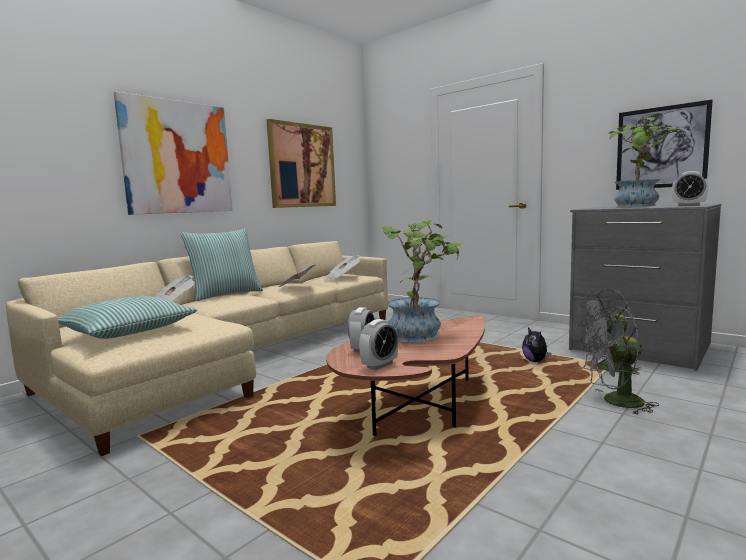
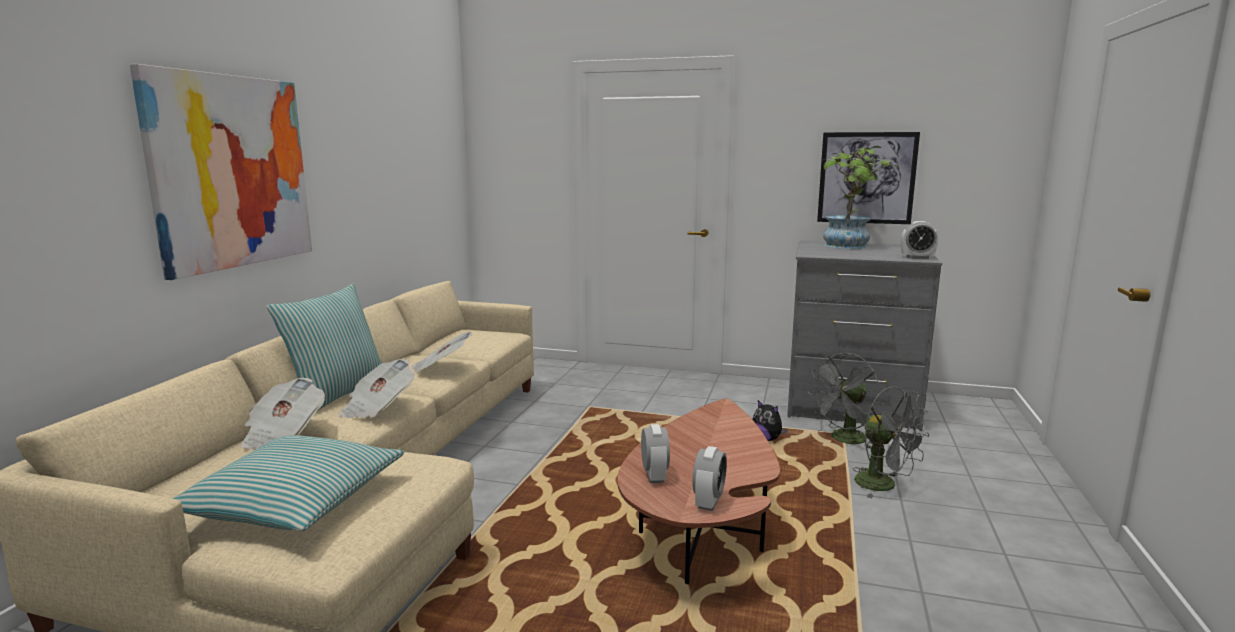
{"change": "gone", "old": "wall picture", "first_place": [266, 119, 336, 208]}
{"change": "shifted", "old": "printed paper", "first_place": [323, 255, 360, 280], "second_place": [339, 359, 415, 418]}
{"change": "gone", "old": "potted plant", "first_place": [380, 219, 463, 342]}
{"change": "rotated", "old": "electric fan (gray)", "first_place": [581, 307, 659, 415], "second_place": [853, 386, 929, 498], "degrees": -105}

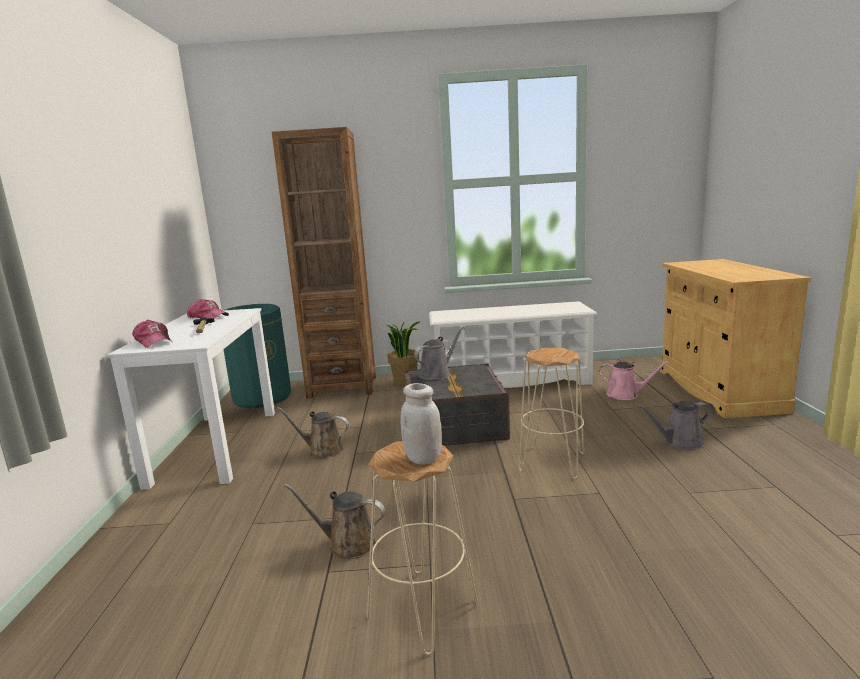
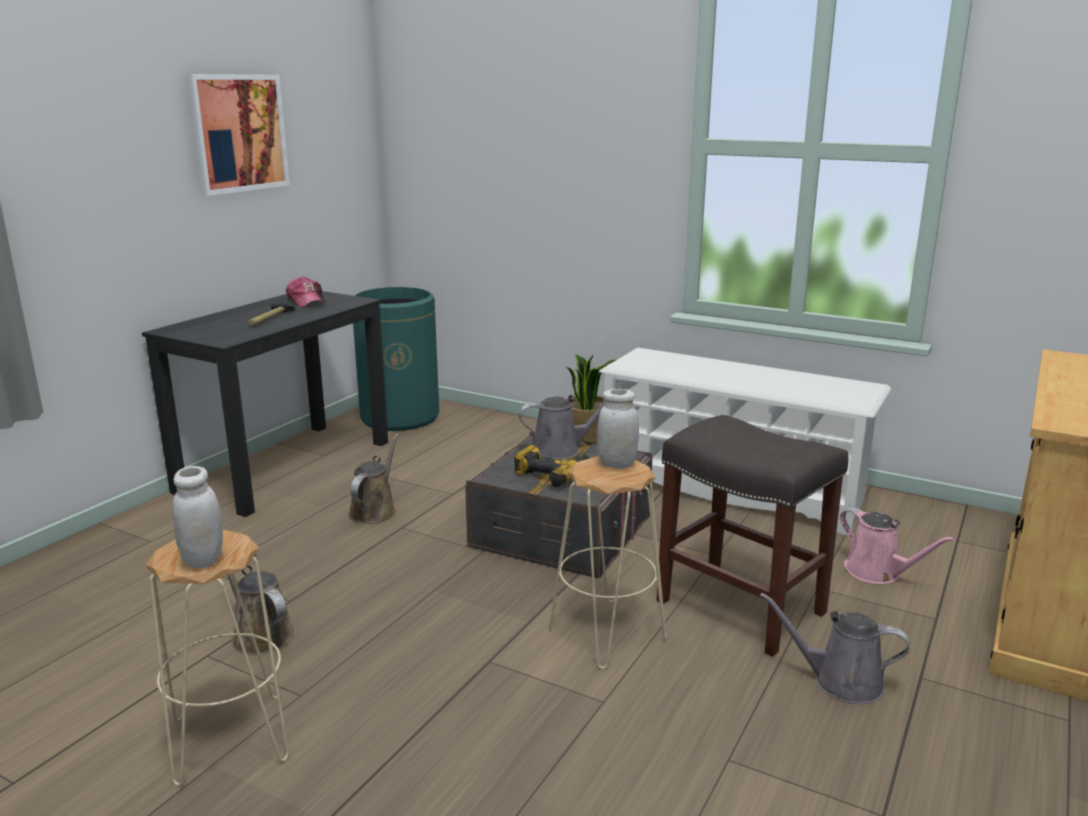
{"change": "repainted", "old": "desk (whitish)", "new": "desk (blackish)", "first_place": [107, 308, 275, 490], "second_place": [142, 291, 388, 517]}
{"change": "gone", "old": "peaked cap", "first_place": [132, 320, 172, 348]}
{"change": "gone", "old": "bookcase (brown-coloured)", "first_place": [272, 127, 376, 399]}
{"change": "rotated", "old": "watering can (brown-coloured)", "first_place": [277, 407, 349, 458], "second_place": [348, 433, 399, 524], "degrees": 60}
{"change": "new", "new": "wall picture", "second_place": [186, 74, 290, 196]}
{"change": "new", "new": "drill", "second_place": [514, 445, 590, 487]}
{"change": "new", "new": "preserve jar (whitish)", "second_place": [597, 389, 639, 469]}
{"change": "new", "new": "stool (gray)", "second_place": [656, 415, 848, 657]}

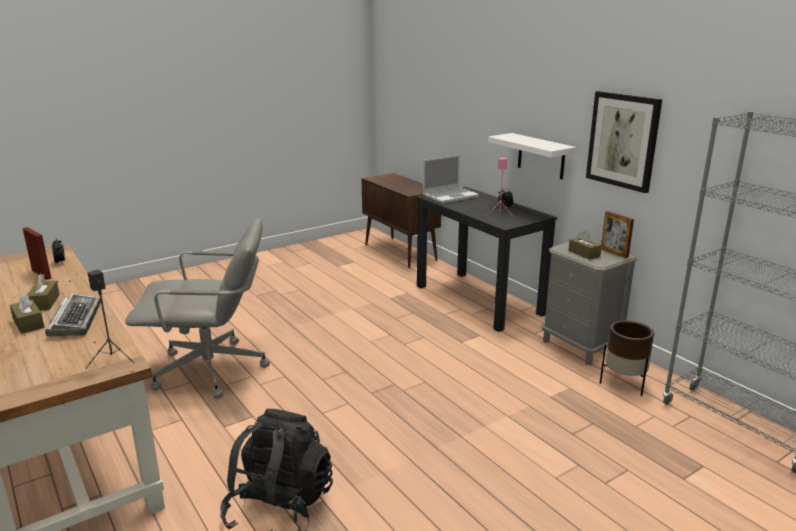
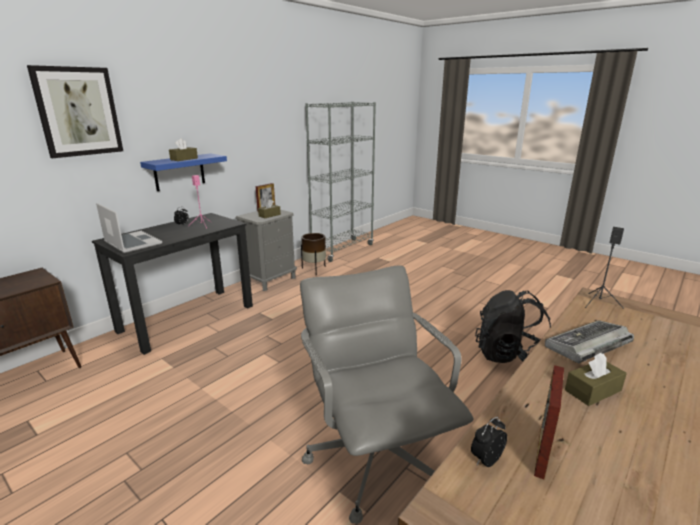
{"change": "shifted", "old": "box of tissues (brown-coloured)", "first_place": [10, 293, 45, 334], "second_place": [169, 138, 198, 161]}
{"change": "repainted", "old": "wall shelf (whitish)", "new": "wall shelf (bluish)", "first_place": [488, 133, 576, 179], "second_place": [140, 154, 227, 191]}
{"change": "shifted", "old": "wall picture", "first_place": [586, 91, 662, 193], "second_place": [27, 65, 123, 158]}

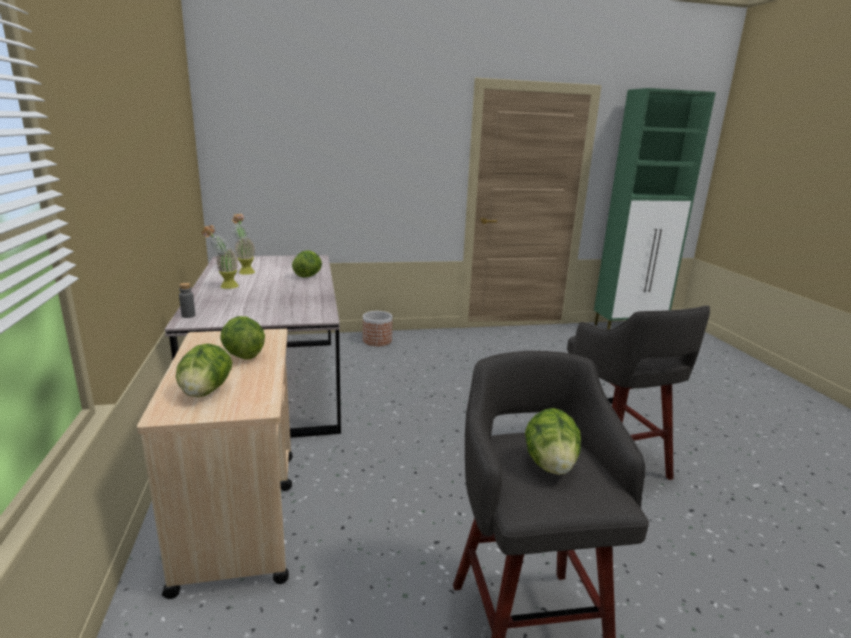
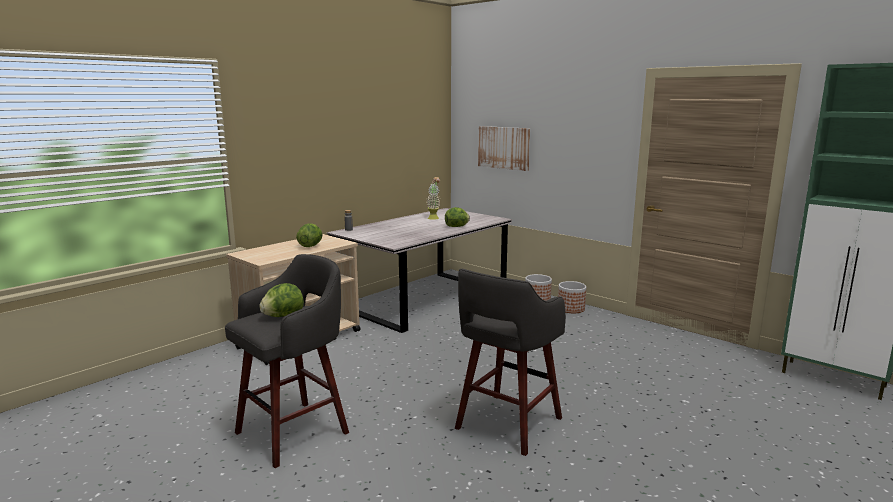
{"change": "gone", "old": "lettuce head", "first_place": [176, 343, 232, 397]}
{"change": "gone", "old": "potted plant", "first_place": [202, 225, 239, 289]}
{"change": "new", "new": "wall picture", "second_place": [478, 126, 530, 171]}
{"change": "new", "new": "flower pot", "second_place": [558, 281, 586, 313]}

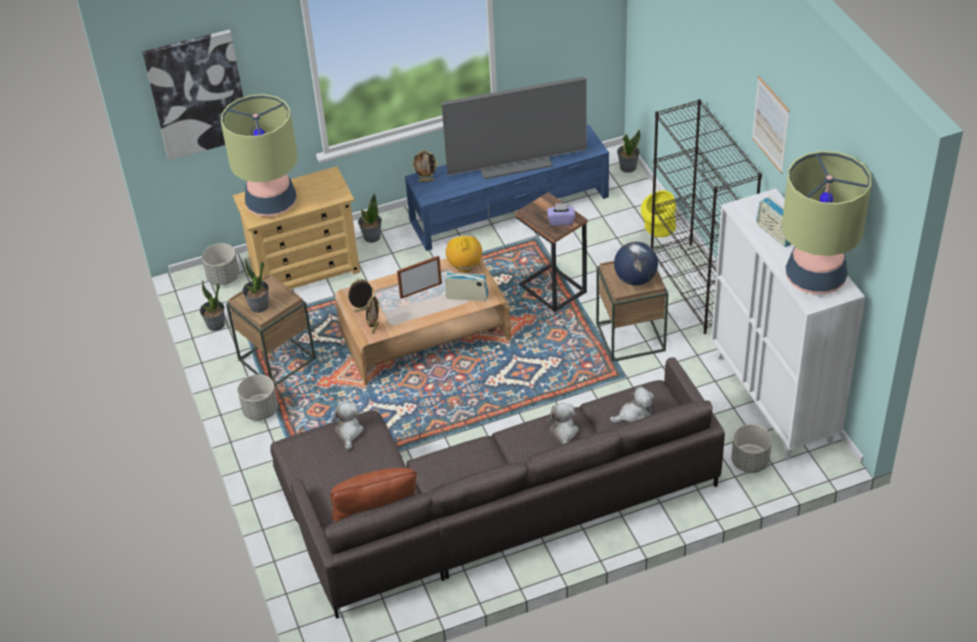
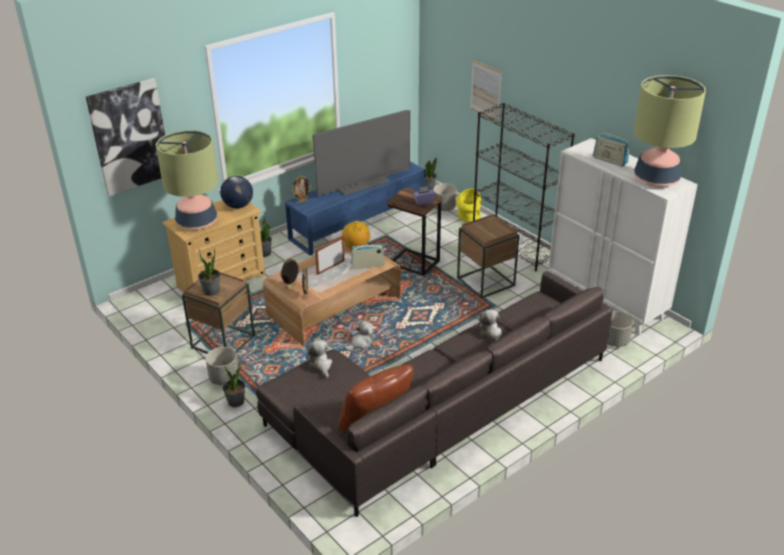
{"change": "shifted", "old": "potted plant", "first_place": [200, 281, 225, 331], "second_place": [223, 360, 245, 407]}
{"change": "shifted", "old": "flower pot (gray)", "first_place": [202, 243, 239, 285], "second_place": [433, 184, 457, 211]}
{"change": "shifted", "old": "cuddly toy", "first_place": [610, 386, 654, 423], "second_place": [345, 320, 374, 351]}
{"change": "shifted", "old": "world globe", "first_place": [614, 242, 658, 286], "second_place": [220, 176, 253, 208]}
{"change": "shifted", "old": "wall picture", "first_place": [752, 75, 790, 174], "second_place": [470, 60, 502, 121]}

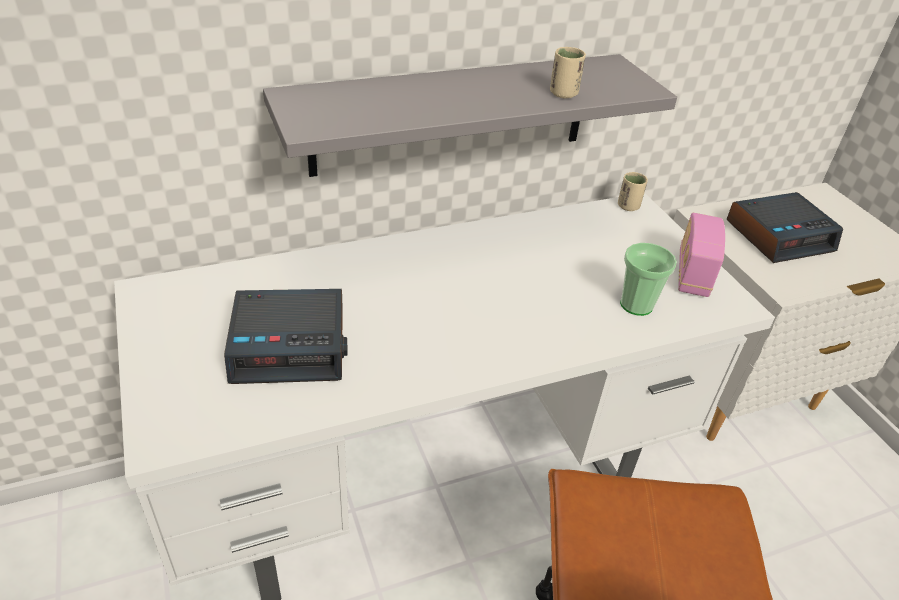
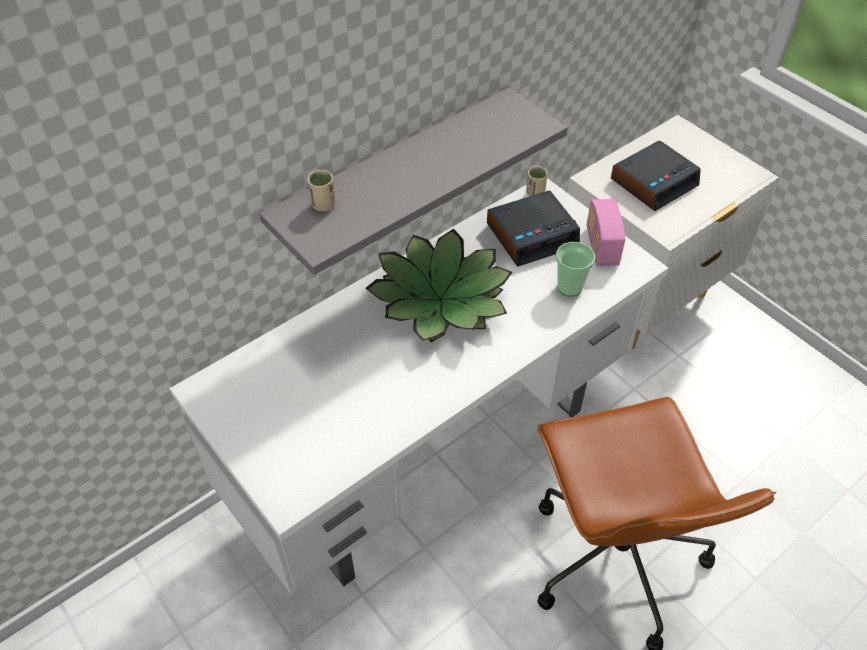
{"change": "shifted", "old": "bedside clock", "first_place": [224, 289, 347, 384], "second_place": [487, 190, 580, 267]}
{"change": "shifted", "old": "small cup (sand-coloured)", "first_place": [550, 47, 586, 98], "second_place": [308, 170, 336, 211]}
{"change": "new", "new": "potted plant", "second_place": [366, 228, 513, 342]}

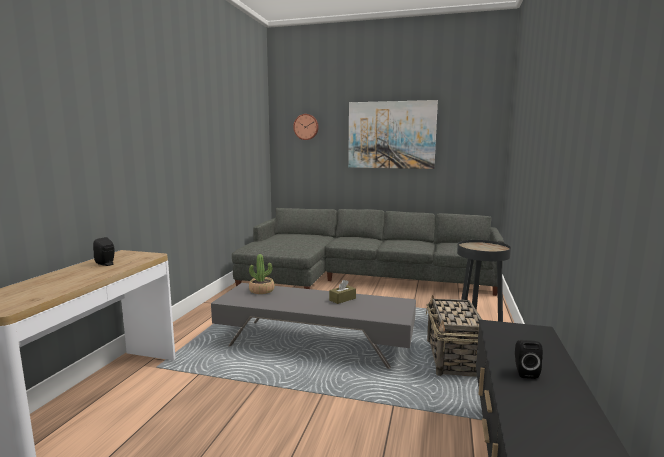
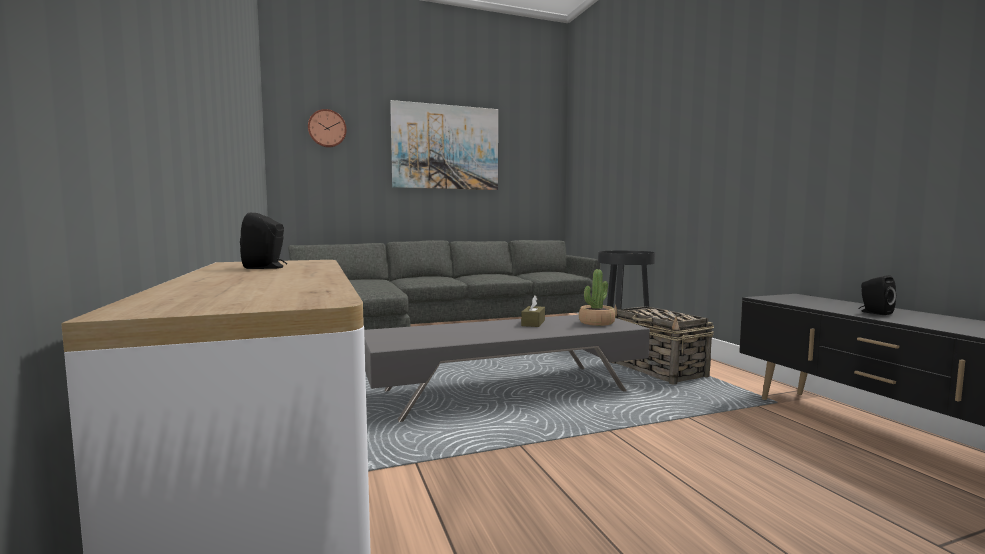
{"change": "shifted", "old": "potted plant", "first_place": [249, 254, 275, 294], "second_place": [579, 269, 615, 326]}

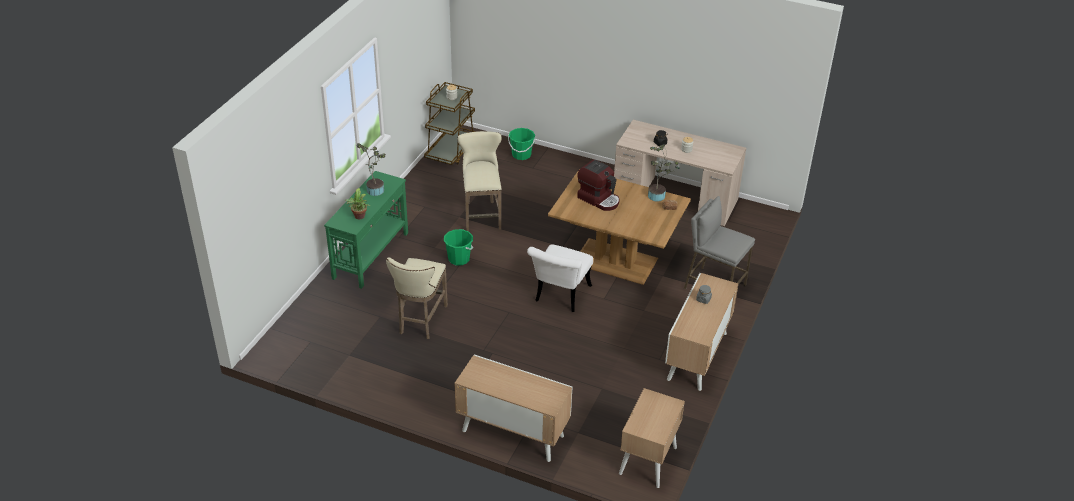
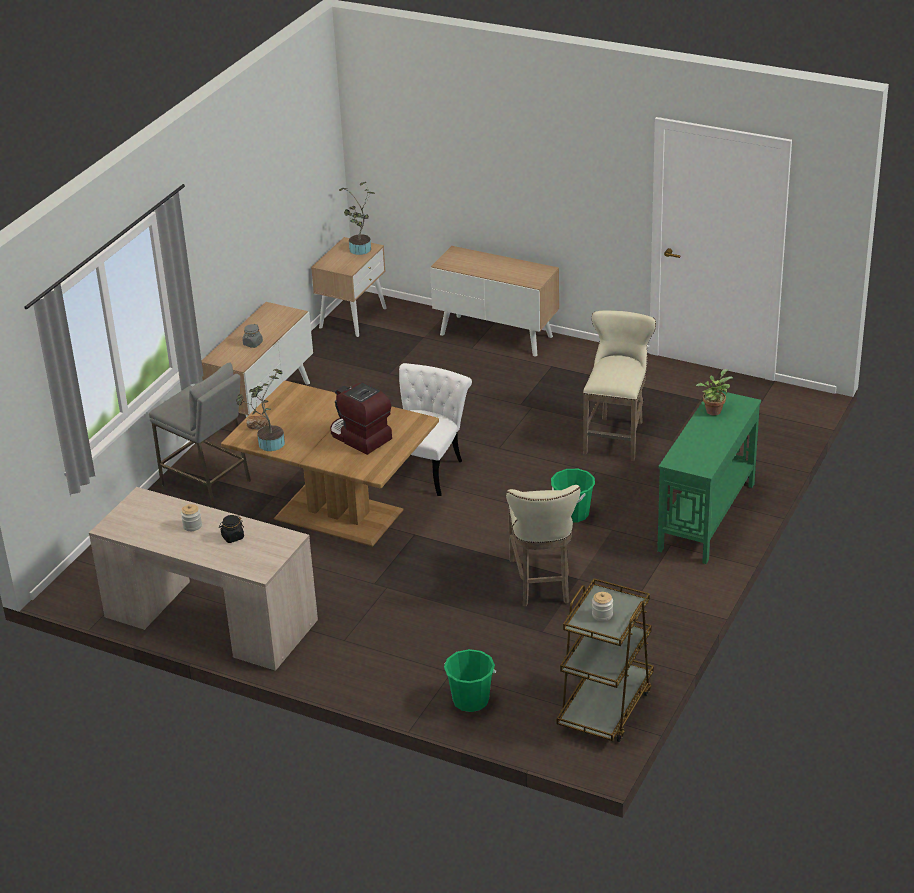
{"change": "shifted", "old": "potted plant", "first_place": [357, 143, 386, 196], "second_place": [339, 182, 375, 255]}

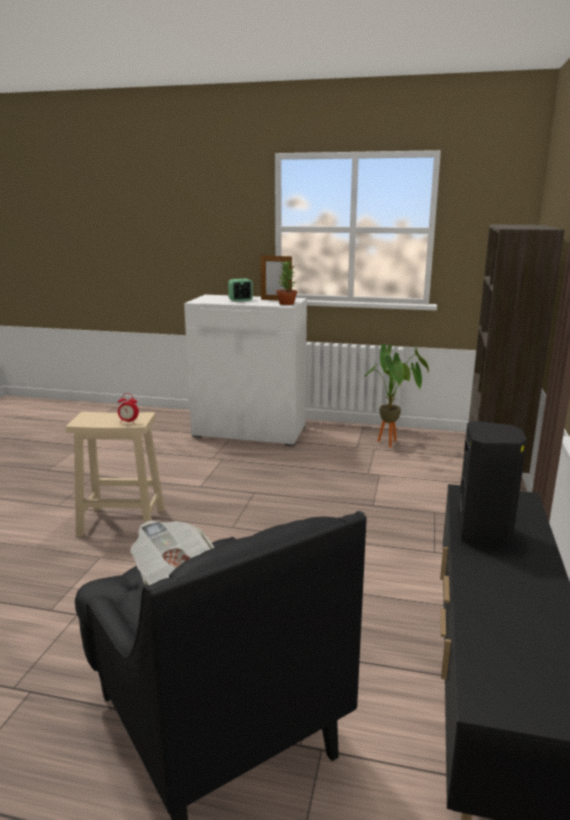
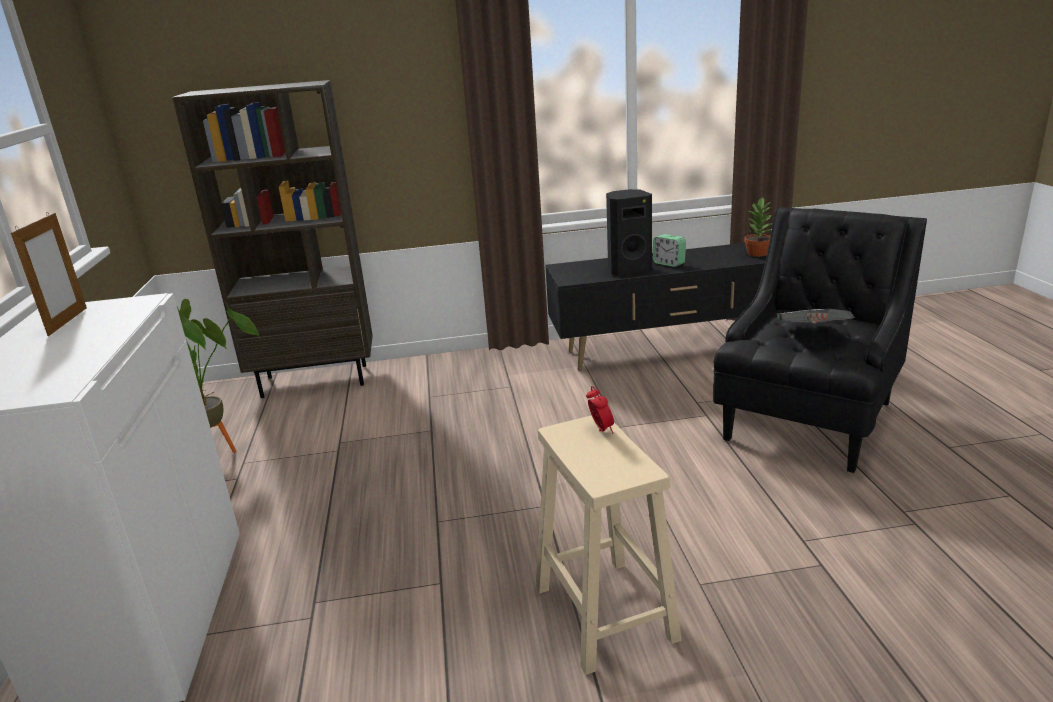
{"change": "shifted", "old": "bedside clock", "first_place": [228, 279, 253, 302], "second_place": [653, 234, 686, 267]}
{"change": "shifted", "old": "potted plant", "first_place": [276, 261, 298, 305], "second_place": [744, 196, 773, 257]}

